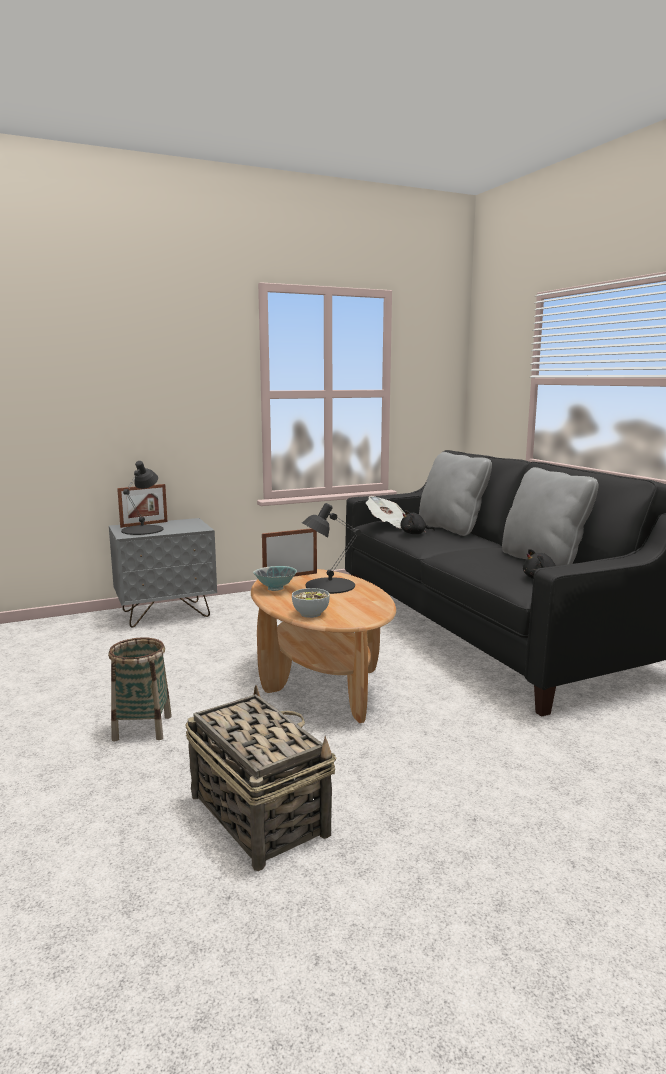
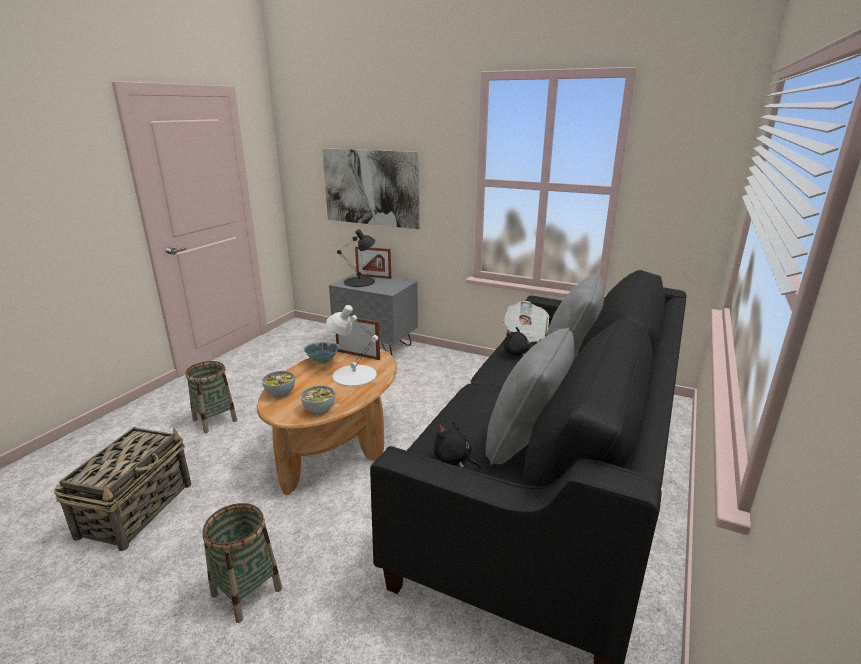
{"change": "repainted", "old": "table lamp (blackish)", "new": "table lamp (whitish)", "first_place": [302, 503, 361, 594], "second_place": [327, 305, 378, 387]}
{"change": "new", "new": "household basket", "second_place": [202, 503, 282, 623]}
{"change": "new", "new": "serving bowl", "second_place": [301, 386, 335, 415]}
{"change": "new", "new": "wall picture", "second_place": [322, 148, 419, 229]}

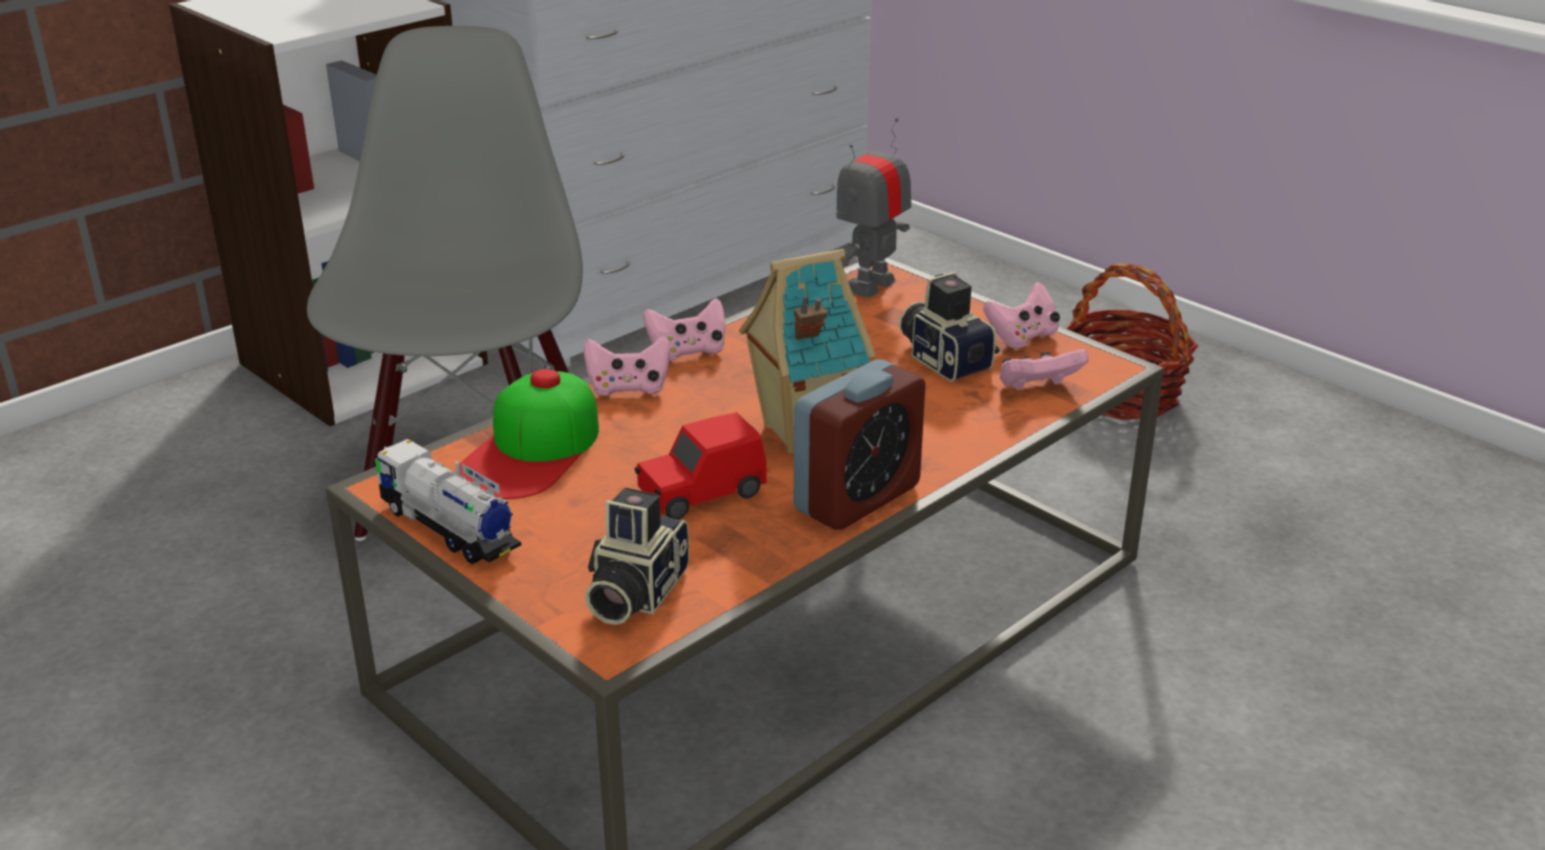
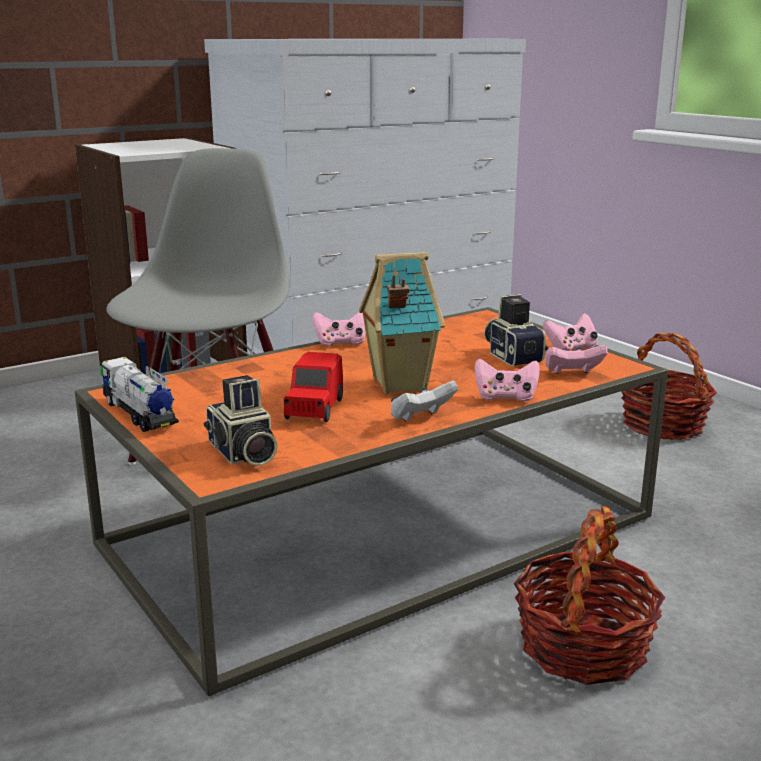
{"change": "gone", "old": "peaked cap", "first_place": [455, 369, 599, 499]}
{"change": "shifted", "old": "game controller (pink)", "first_place": [584, 336, 670, 396], "second_place": [474, 359, 540, 402]}
{"change": "rotated", "old": "photo camera", "first_place": [585, 488, 689, 625], "second_place": [204, 375, 278, 466], "degrees": -60}
{"change": "rotated", "old": "miniature car (red-coloured)", "first_place": [635, 412, 767, 520], "second_place": [284, 352, 343, 422], "degrees": -60}
{"change": "swapped", "old": "bedside clock", "new": "game controller (whitish)", "first_place": [794, 359, 926, 530], "second_place": [391, 381, 458, 422]}
{"change": "gone", "old": "robot figure", "first_place": [836, 118, 911, 298]}
{"change": "new", "new": "household basket", "second_place": [514, 506, 666, 685]}

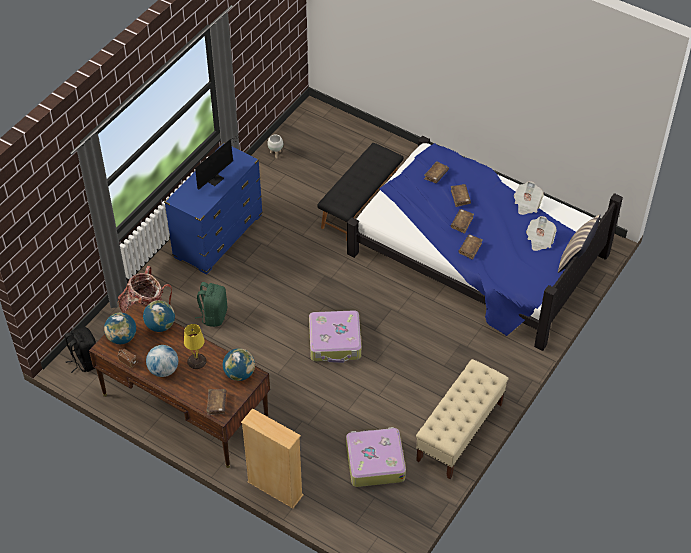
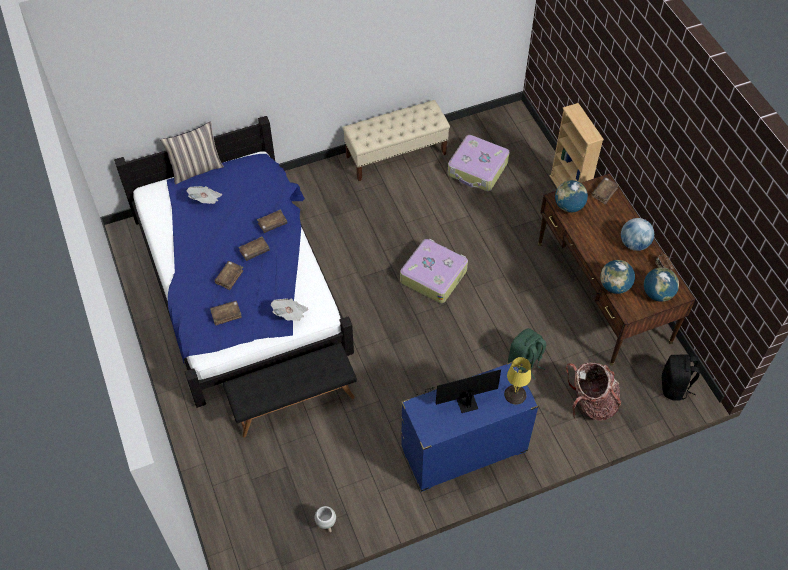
{"change": "shifted", "old": "table lamp (yellowish)", "first_place": [184, 324, 207, 369], "second_place": [504, 357, 531, 405]}
{"change": "shifted", "old": "printed paper", "first_place": [514, 181, 544, 215], "second_place": [271, 299, 308, 321]}

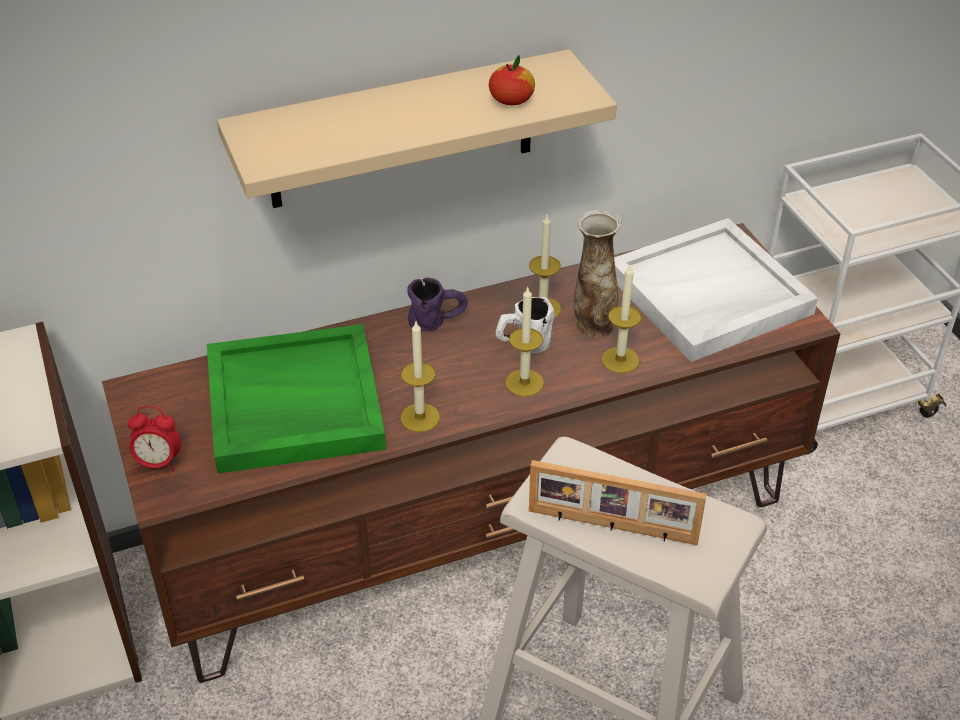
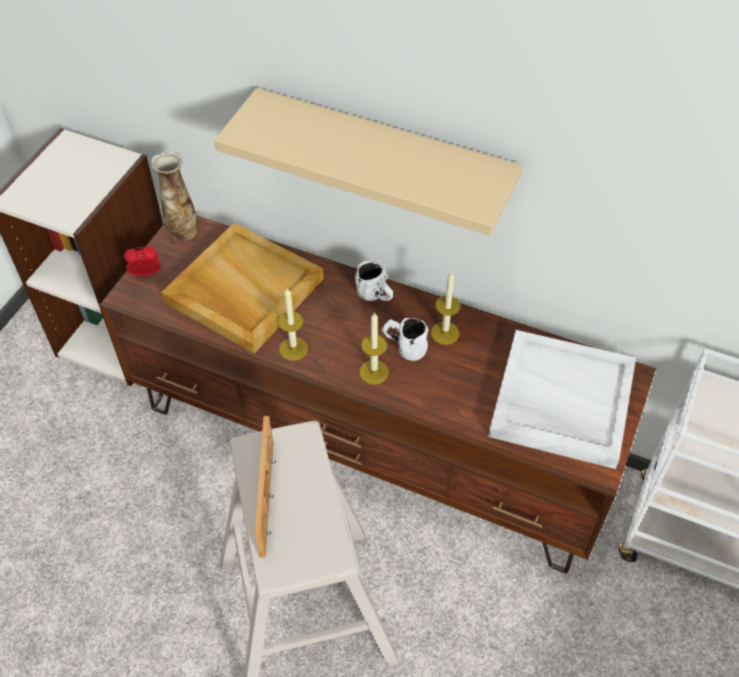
{"change": "rotated", "old": "bedside clock", "first_place": [128, 406, 181, 472], "second_place": [124, 246, 161, 277], "degrees": 120}
{"change": "repainted", "old": "carrying tray (greenish)", "new": "carrying tray (sand-coloured)", "first_place": [207, 324, 386, 474], "second_place": [161, 223, 324, 354]}
{"change": "repainted", "old": "mug (purple-coloured)", "new": "mug (whitish)", "first_place": [407, 278, 468, 331], "second_place": [355, 260, 393, 301]}
{"change": "gone", "old": "apple fruit", "first_place": [489, 55, 535, 105]}
{"change": "rotated", "old": "photo frame", "first_place": [529, 460, 707, 545], "second_place": [255, 416, 276, 557], "degrees": -150}
{"change": "shifted", "old": "flower vase", "first_place": [574, 210, 621, 338], "second_place": [151, 151, 197, 241]}
{"change": "gone", "old": "wax candle", "first_place": [601, 265, 642, 373]}

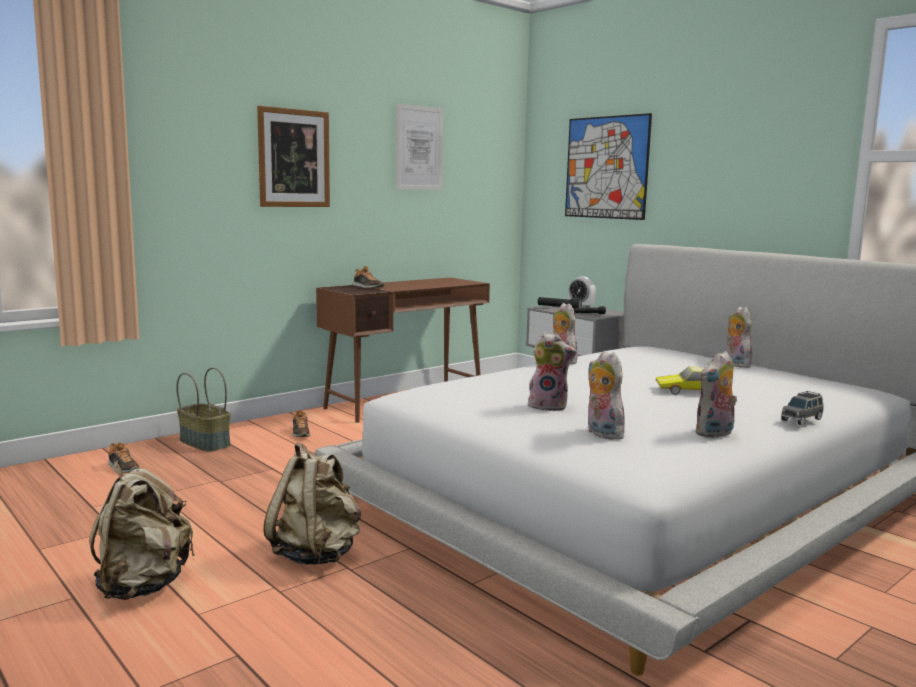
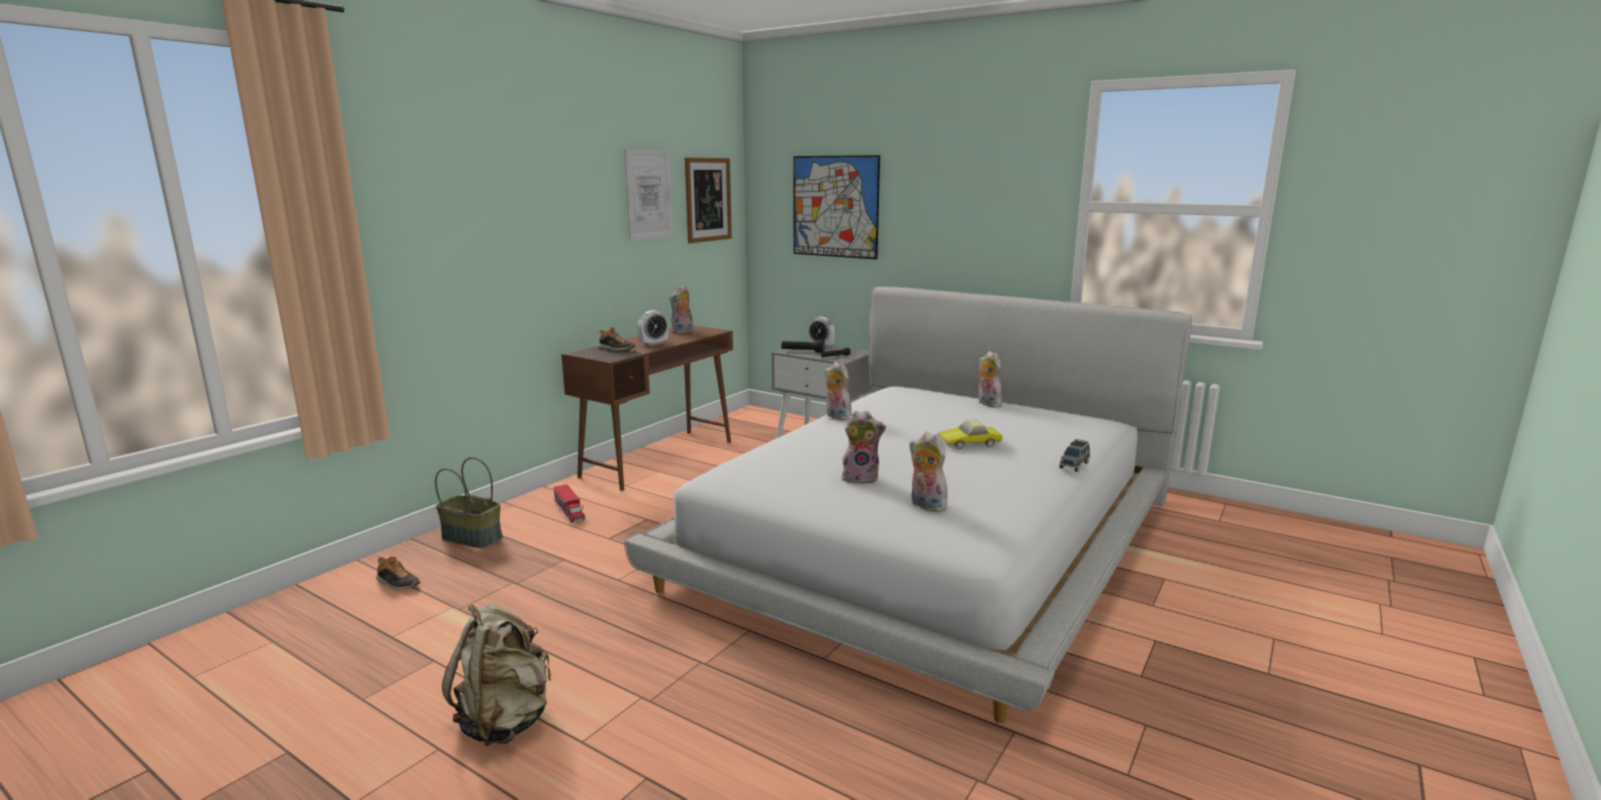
{"change": "shifted", "old": "wall picture", "first_place": [257, 106, 330, 207], "second_place": [685, 158, 732, 243]}
{"change": "gone", "old": "rucksack (sand-coloured)", "first_place": [264, 442, 361, 565]}
{"change": "swapped", "old": "item of footwear", "new": "model truck", "first_place": [292, 410, 310, 437], "second_place": [554, 484, 585, 523]}
{"change": "shifted", "old": "cuddly toy", "first_place": [695, 351, 737, 438], "second_place": [669, 285, 693, 334]}
{"change": "new", "new": "bedside clock", "second_place": [637, 310, 669, 346]}

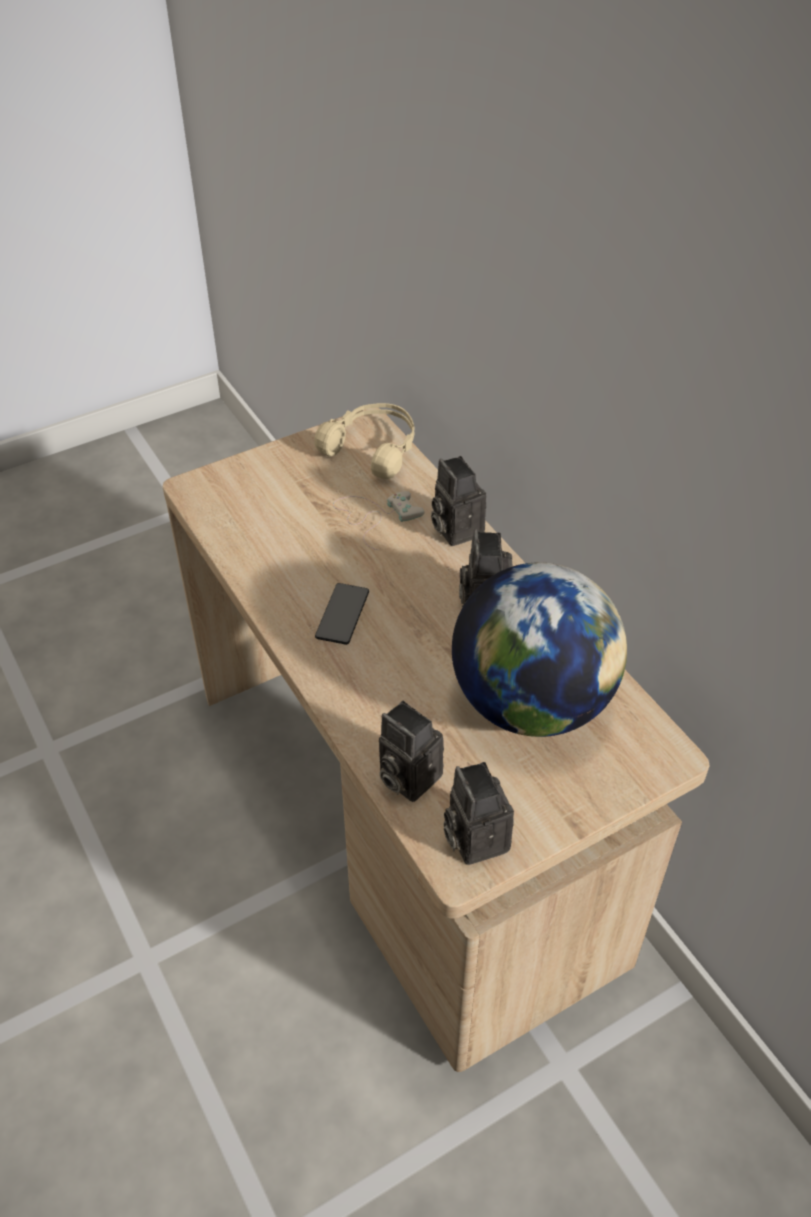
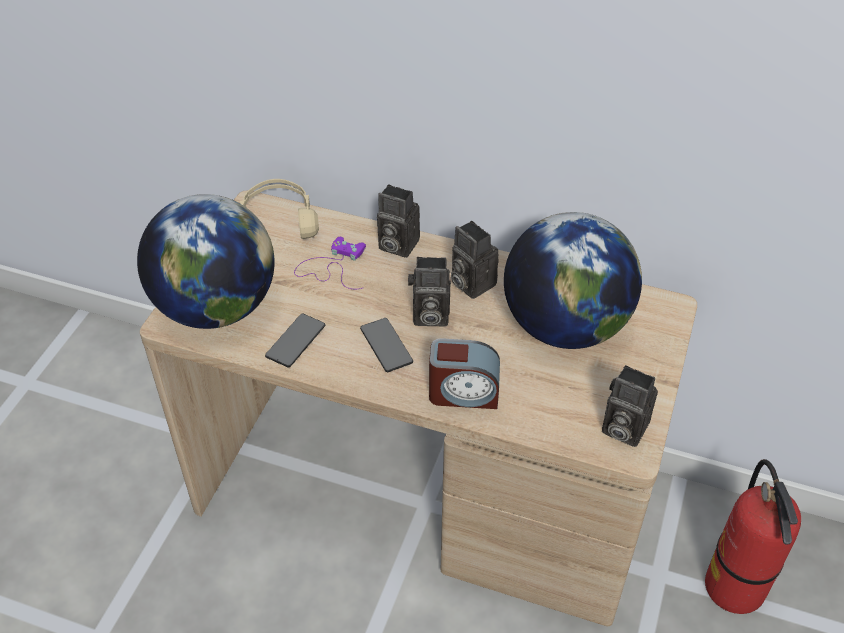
{"change": "repainted", "old": "game controller (whitish)", "new": "game controller (purple-coloured)", "first_place": [333, 491, 424, 550], "second_place": [294, 237, 366, 289]}
{"change": "shifted", "old": "photo camera", "first_place": [379, 701, 444, 802], "second_place": [408, 257, 451, 327]}
{"change": "new", "new": "world globe", "second_place": [137, 194, 275, 329]}
{"change": "new", "new": "phone", "second_place": [265, 314, 325, 367]}
{"change": "new", "new": "bedside clock", "second_place": [429, 338, 500, 409]}
{"change": "new", "new": "extinguisher", "second_place": [705, 459, 801, 614]}

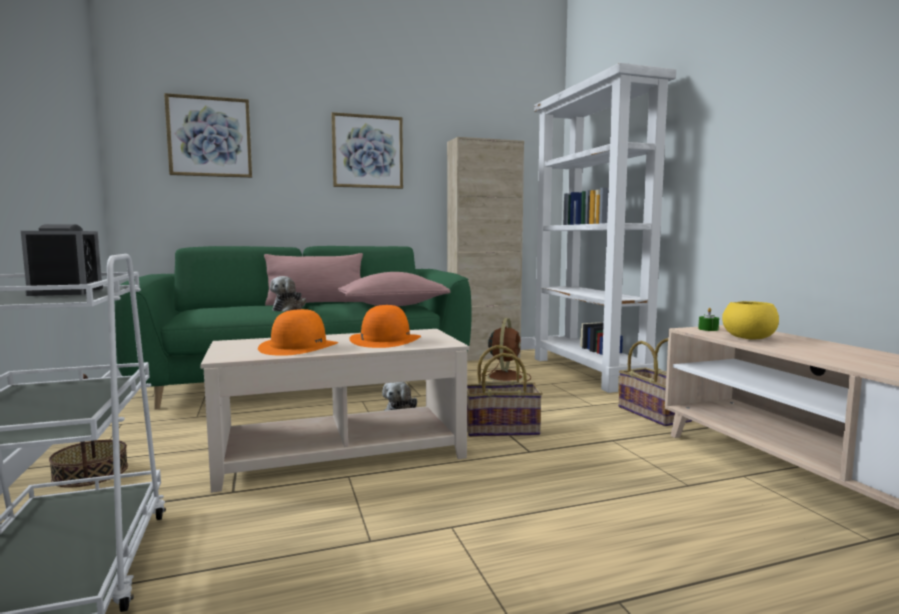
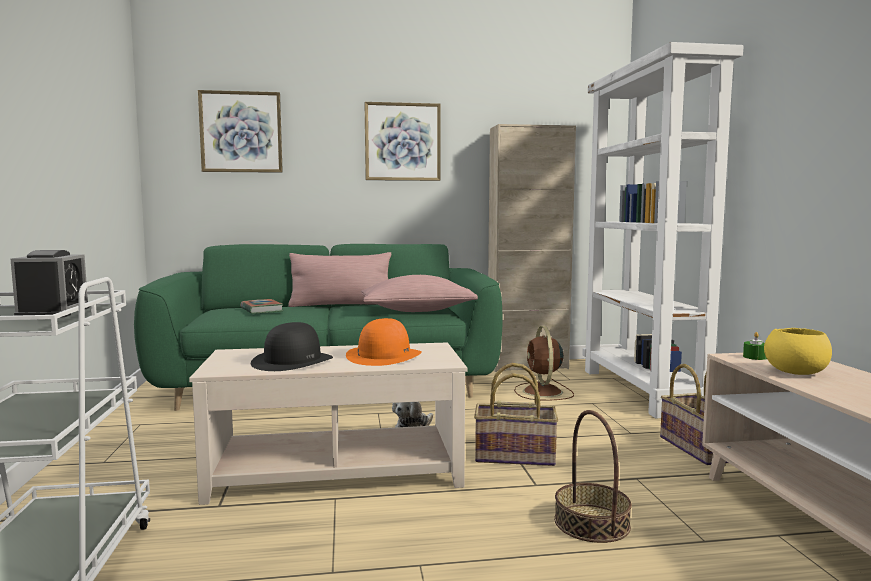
{"change": "shifted", "old": "household basket", "first_place": [49, 374, 128, 488], "second_place": [554, 410, 632, 543]}
{"change": "repainted", "old": "hat (orange-coloured)", "new": "hat (blackish)", "first_place": [258, 309, 338, 356], "second_place": [251, 322, 333, 371]}
{"change": "gone", "old": "cuddly toy", "first_place": [270, 276, 306, 312]}
{"change": "rotated", "old": "electric fan (brown-coloured)", "first_place": [481, 318, 531, 381], "second_place": [514, 326, 574, 401], "degrees": 150}
{"change": "new", "new": "book", "second_place": [240, 299, 283, 314]}

